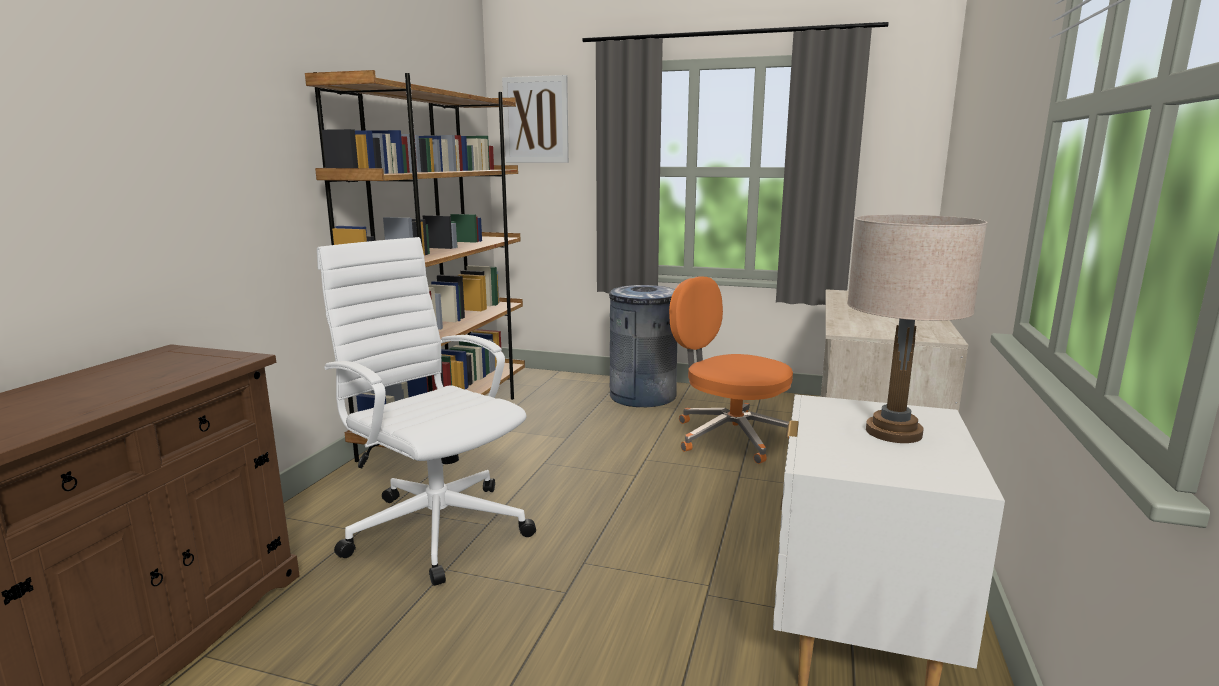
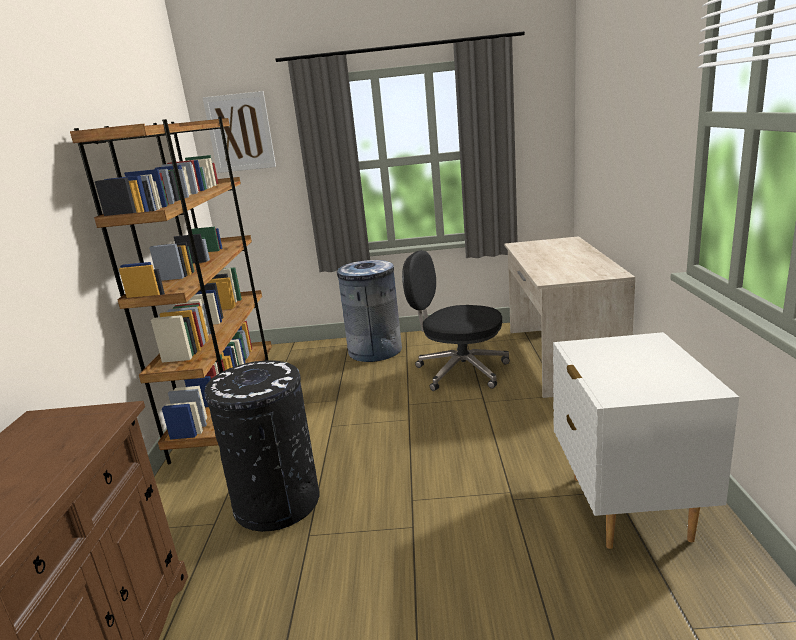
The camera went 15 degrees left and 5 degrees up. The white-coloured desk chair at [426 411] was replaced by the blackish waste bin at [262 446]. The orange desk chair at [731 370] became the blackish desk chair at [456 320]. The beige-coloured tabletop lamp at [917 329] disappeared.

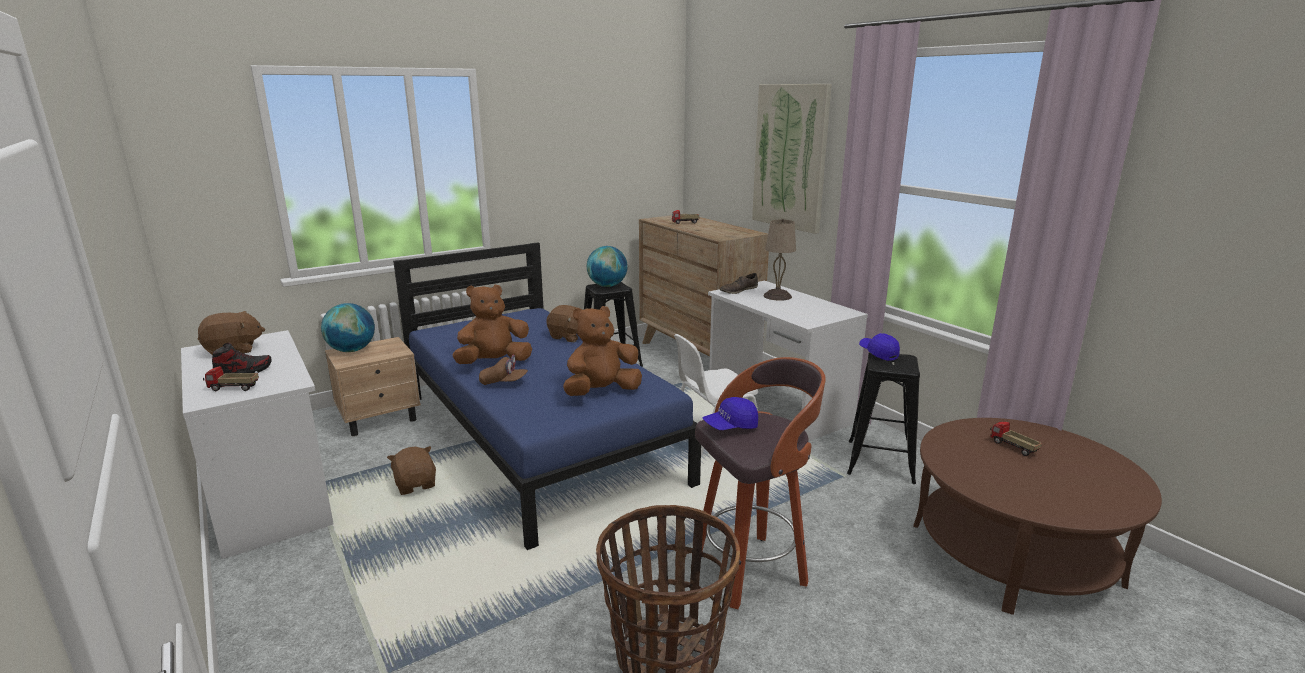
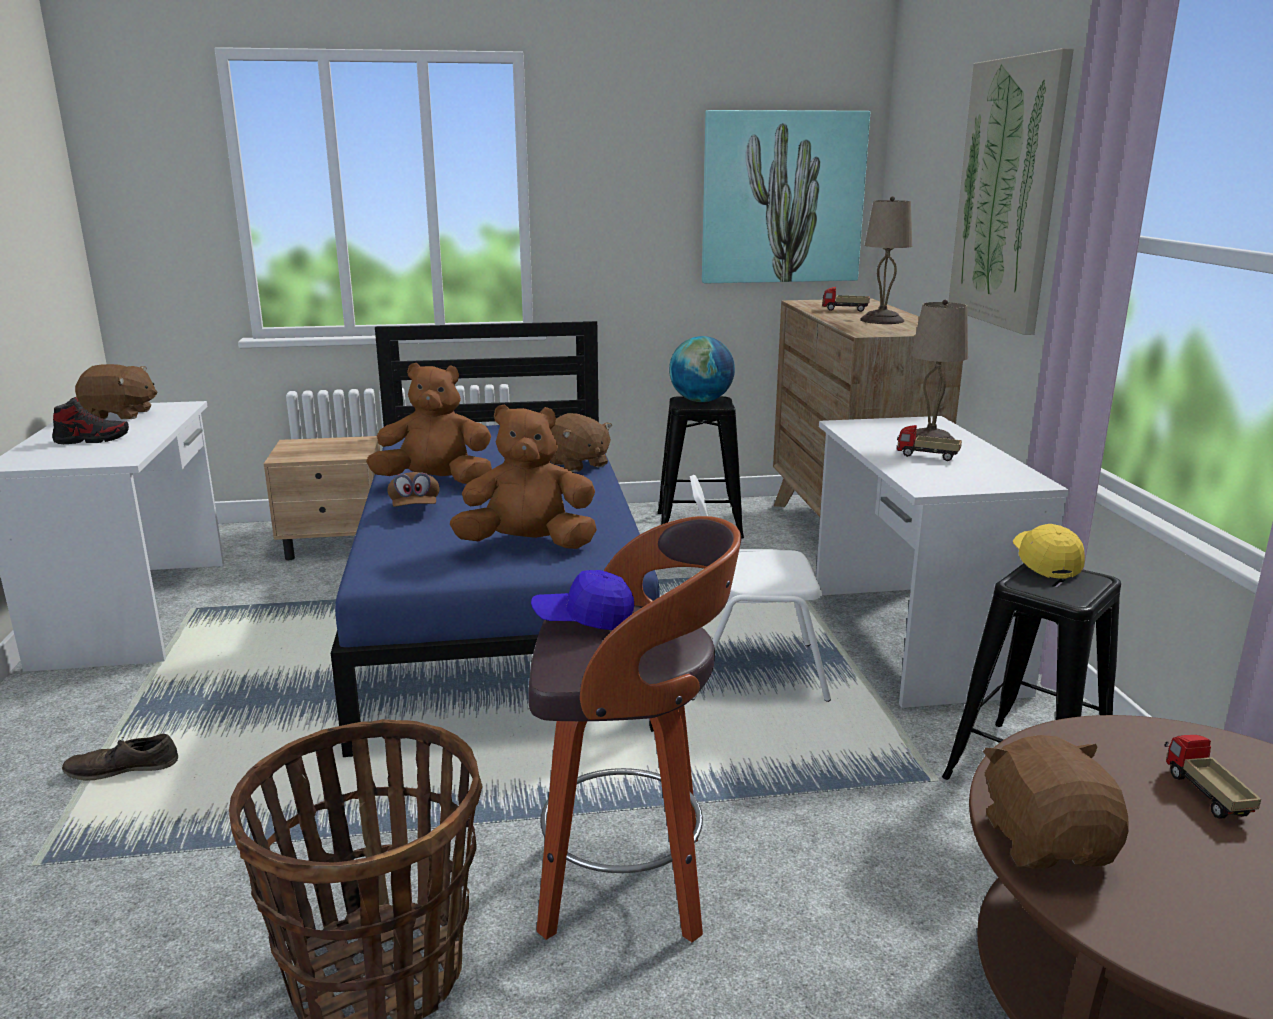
The camera went 25 degrees right and 0 degrees up. The brownish item of footwear moved from [739 283] to [120 757]. The brownish cap at [503 370] turned 45 degrees clockwise. The picture at [786 196] appeared. The beige-coloured tabletop lamp at [886 260] appeared. The toy lorry moved from [231 378] to [929 443]. The brownish soft toy moved from [411 470] to [1056 802]. The blue cap at [879 347] became the yellowish cap at [1049 551]. The world globe at [348 327] disappeared.

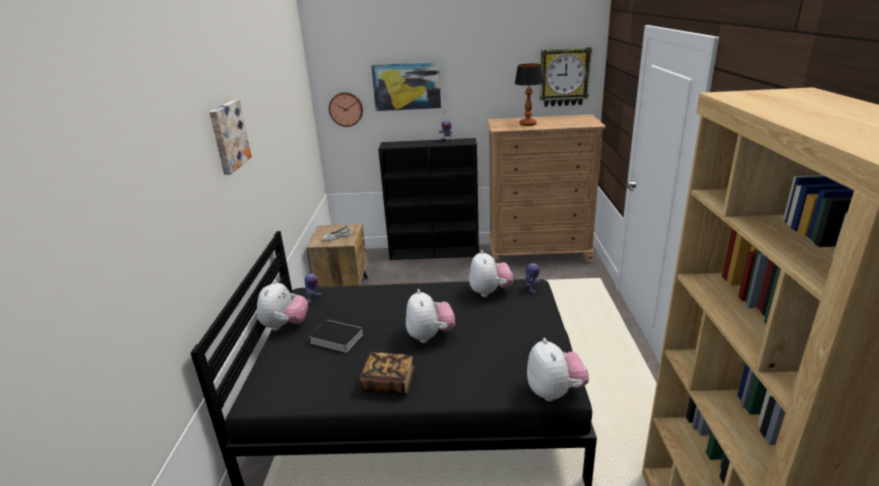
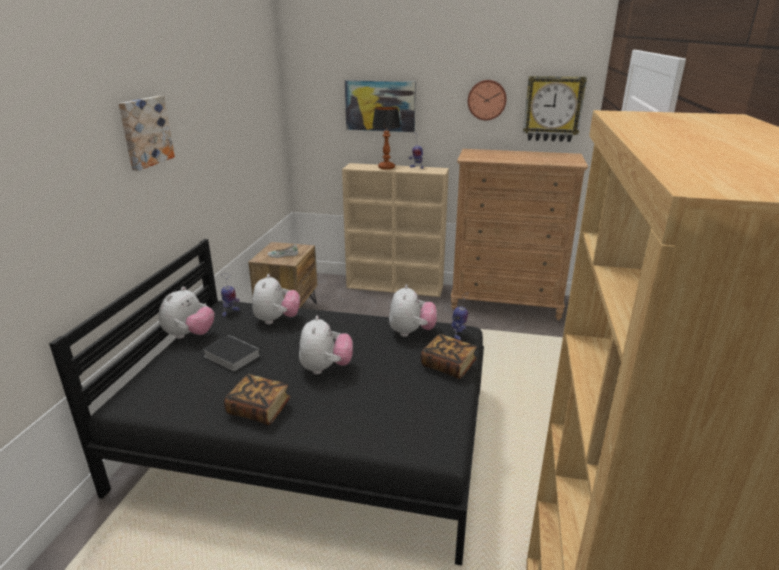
The camera went 10 degrees right and 0 degrees up. The soft toy moved from [558 369] to [276 299]. The blackish bookshelf at [428 199] became the beige-coloured bookshelf at [395 230]. The tabletop lamp moved from [529 95] to [386 138]. The bound book at [449 356] appeared. The clock on the wall moved from [346 109] to [487 100].

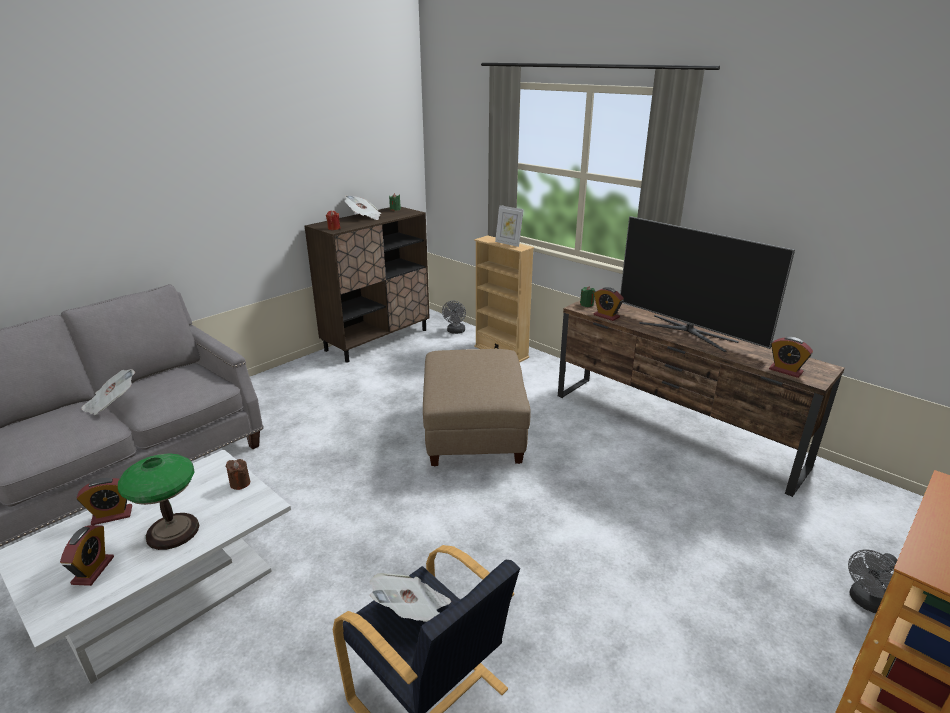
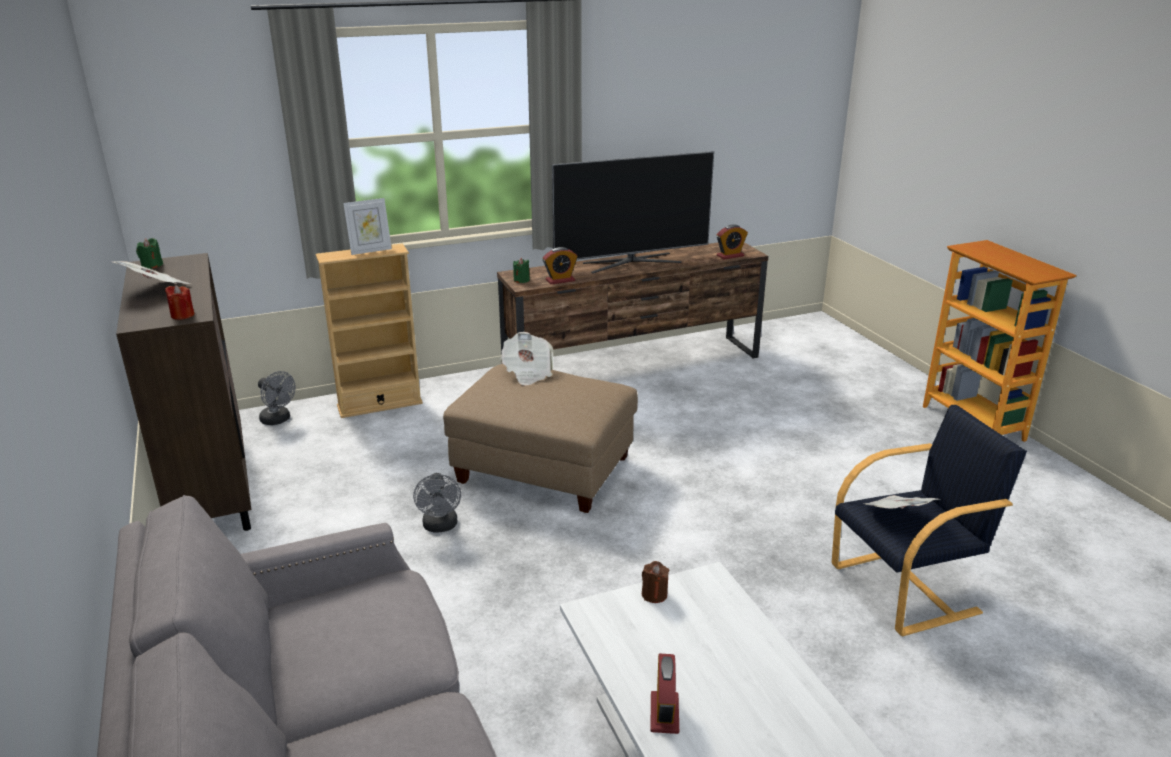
The camera went 65 degrees left and 0 degrees up. The greyish electric fan moved from [872 581] to [437 503]. The newspaper moved from [108 392] to [526 359]. The table clock at [87 555] disappeared. The tabletop lamp at [158 501] disappeared.

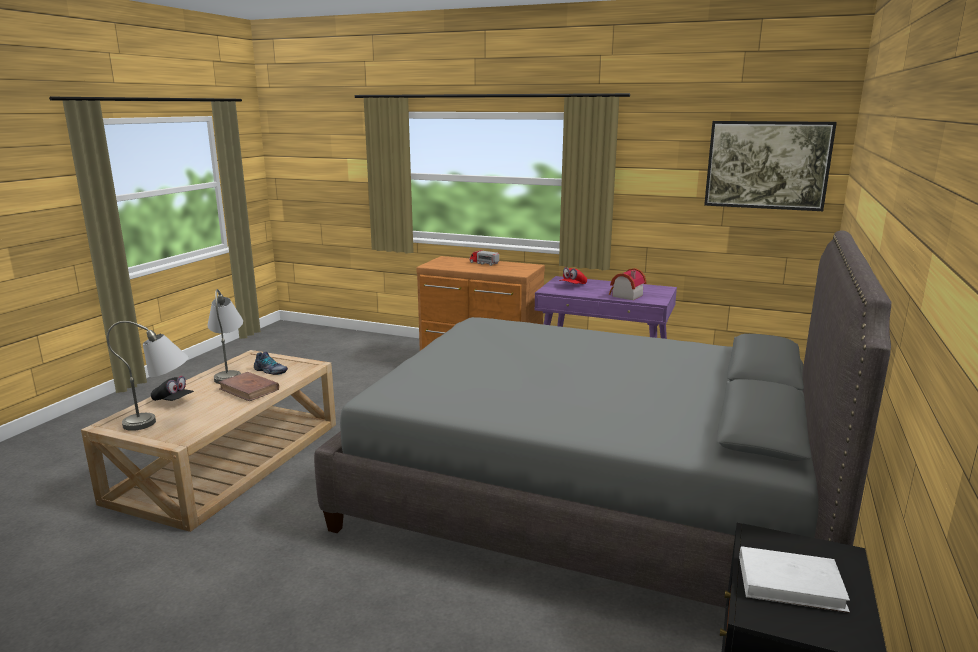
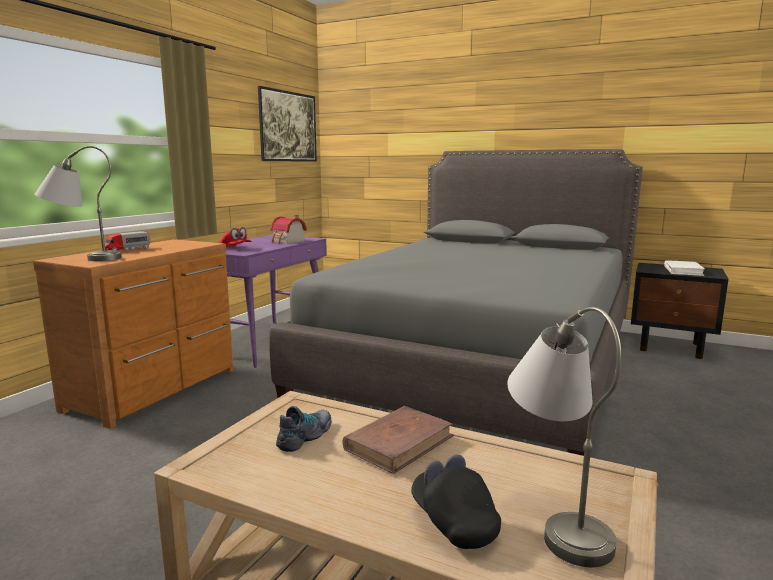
The camera went 85 degrees left and 5 degrees down. The greyish tabletop lamp moved from [225 336] to [78 203]. The blackish cap at [172 388] turned 60 degrees counterclockwise.

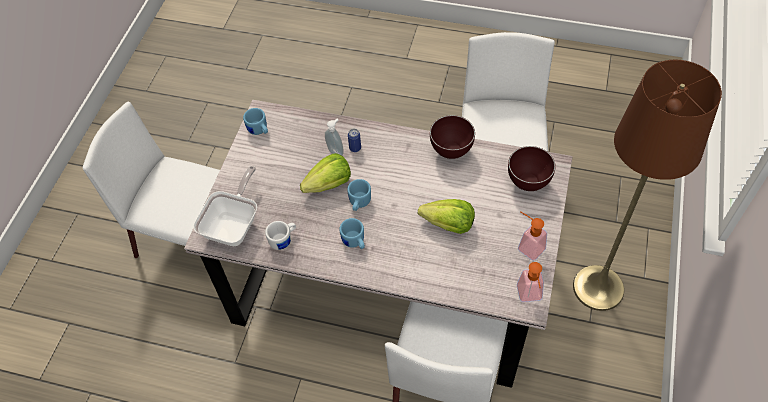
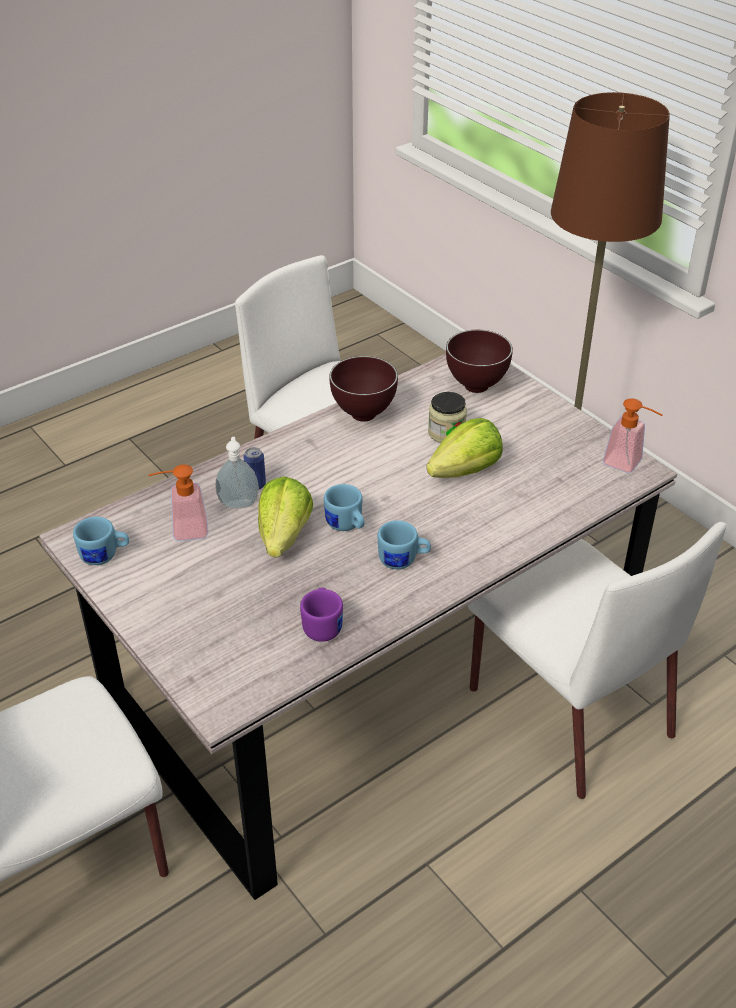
The camera went 55 degrees left and 15 degrees down. The soap bottle moved from [532 236] to [178 502]. The white-coloured tea mug at [280 235] became the purple-coloured tea mug at [321 615]. The storage jar at [447 417] appeared. The frying pan at [225 206] disappeared.

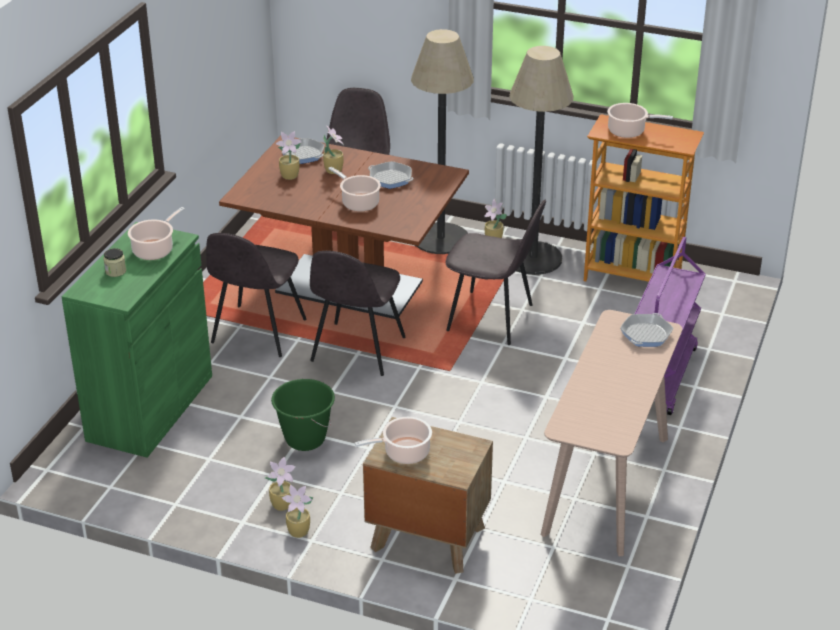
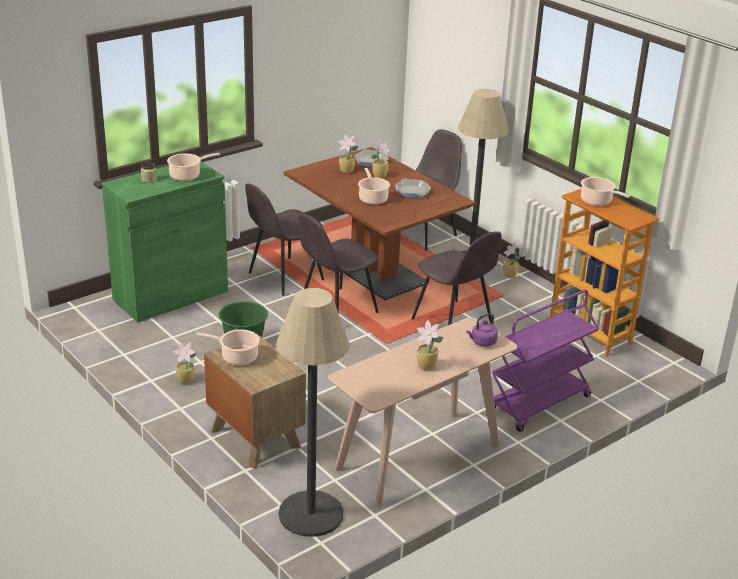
The camera went 30 degrees right and 5 degrees down. The floor lamp moved from [541 160] to [313 412]. The plant in a pot moved from [297 511] to [430 345]. The frying pan at [647 330] was replaced by the purple-coloured kettle at [482 329].

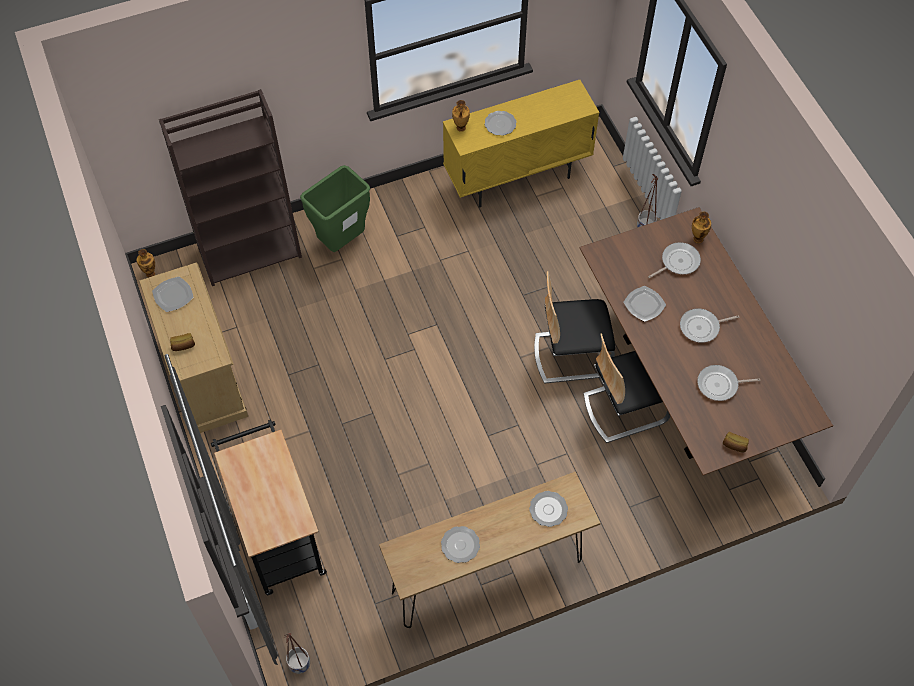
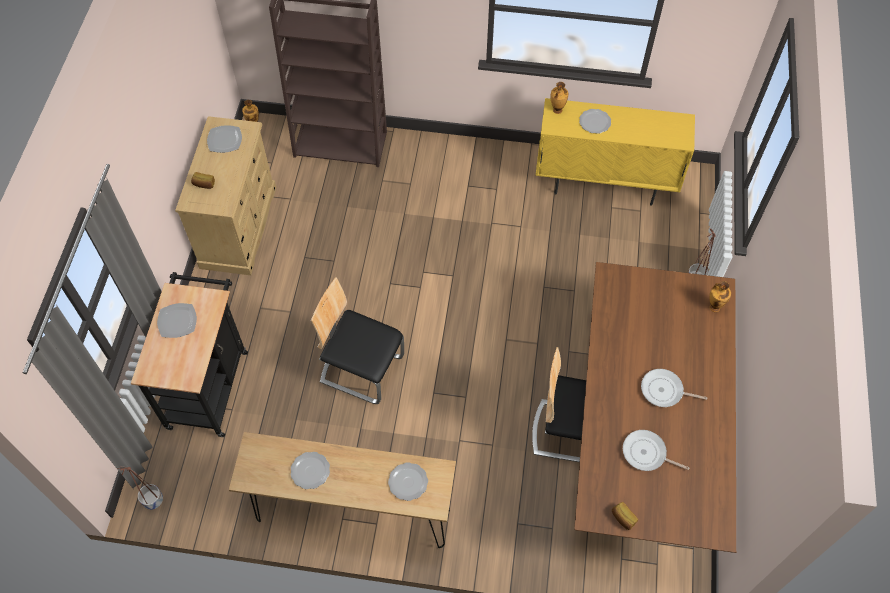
The camera went 30 degrees right and 0 degrees up. The plate moved from [644 304] to [177 320]. The chair moved from [574 327] to [357 340]. The green waste bin at [335 208] disappeared. The frying pan at [674 260] disappeared.

